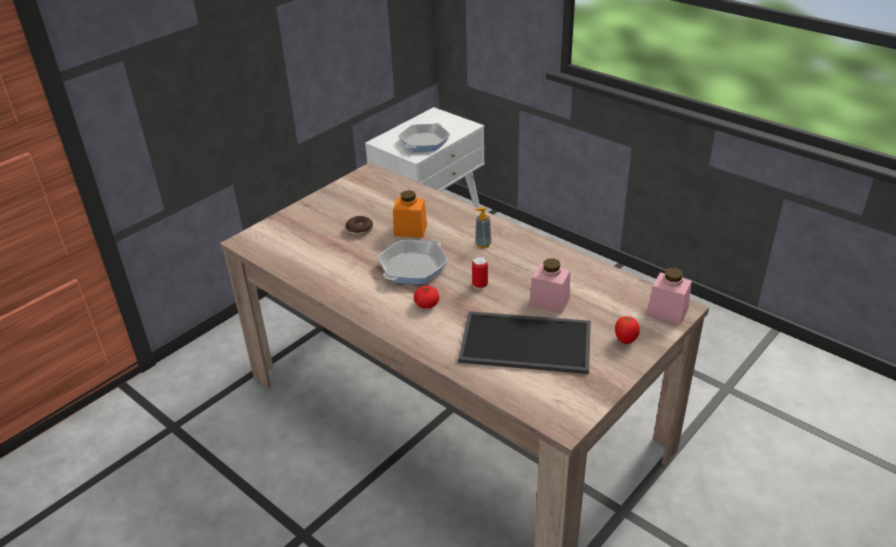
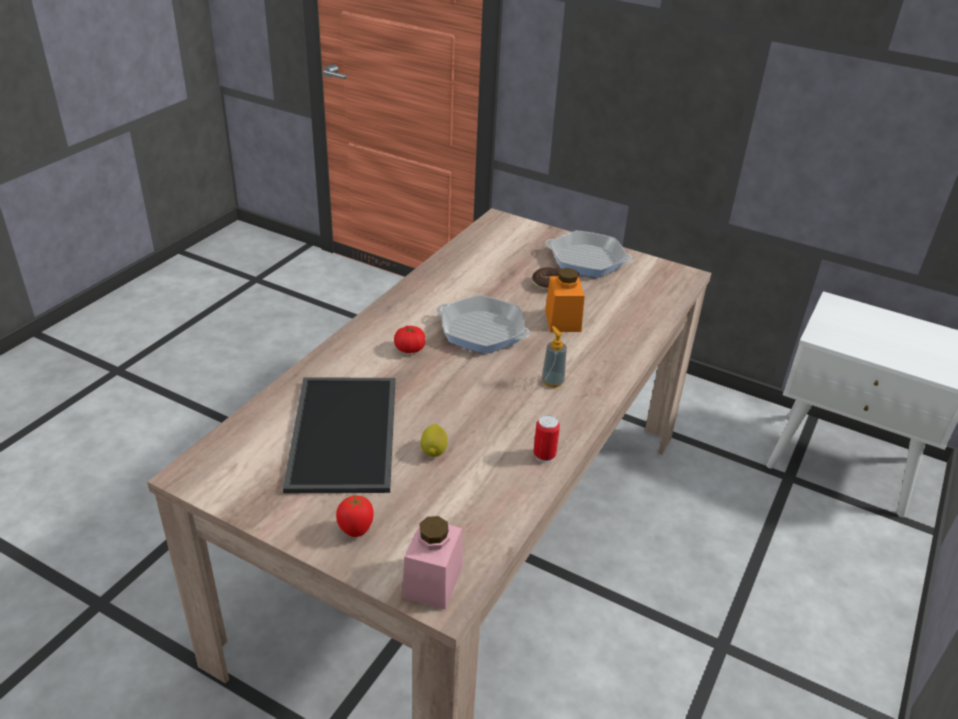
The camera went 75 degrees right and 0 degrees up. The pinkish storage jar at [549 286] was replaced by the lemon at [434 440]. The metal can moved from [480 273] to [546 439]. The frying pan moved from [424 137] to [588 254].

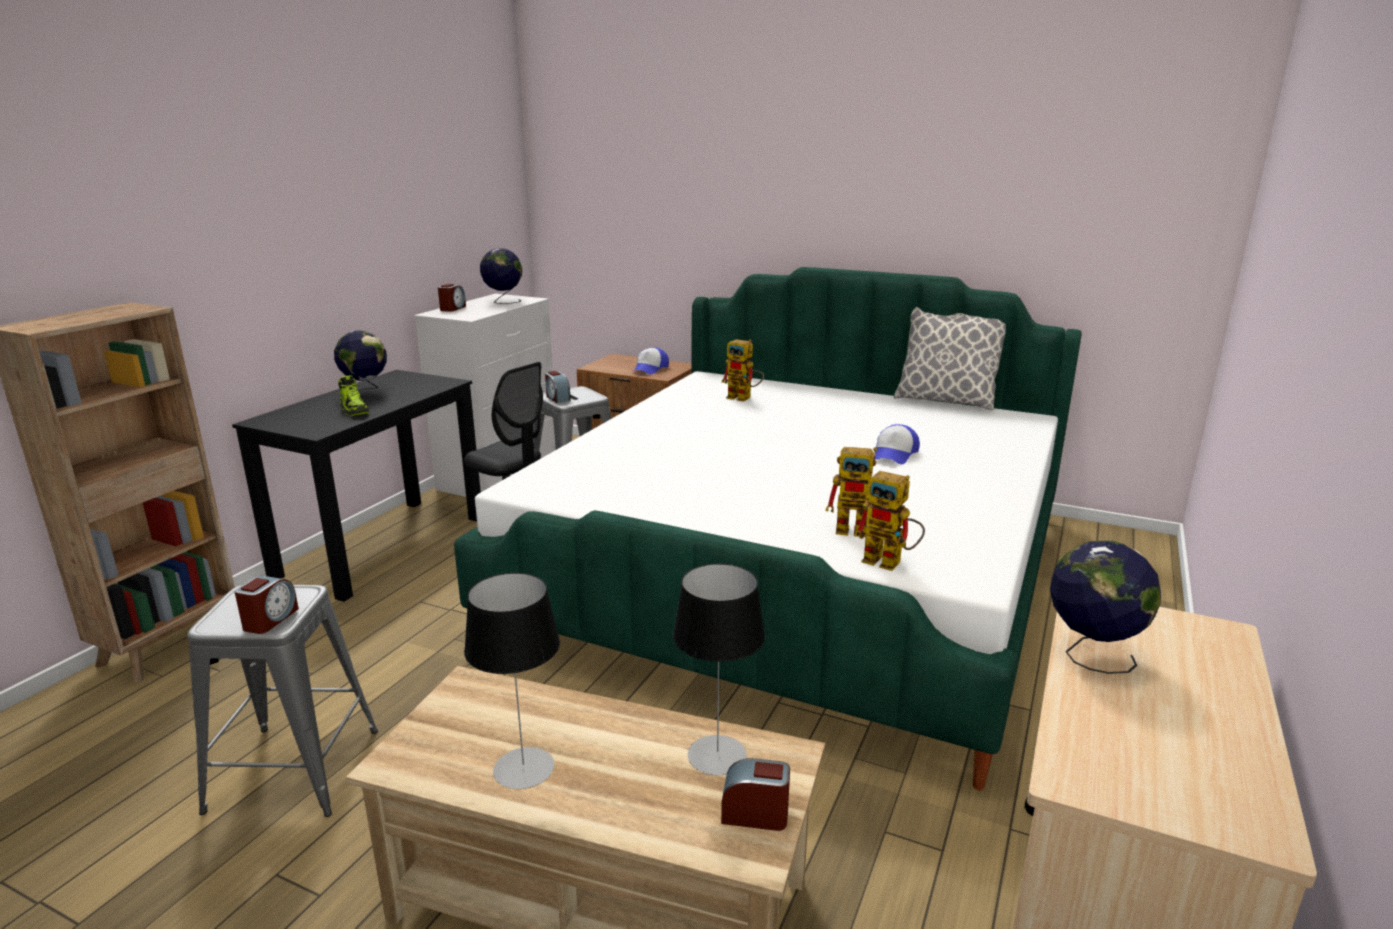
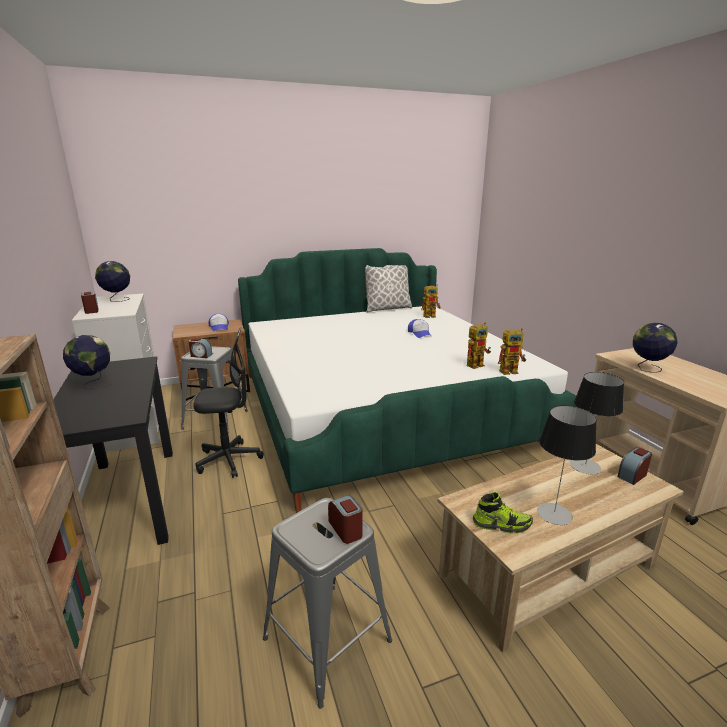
The camera went 45 degrees left and 0 degrees up. The model robot moved from [743 370] to [431 301]. The item of footwear moved from [353 395] to [503 512].

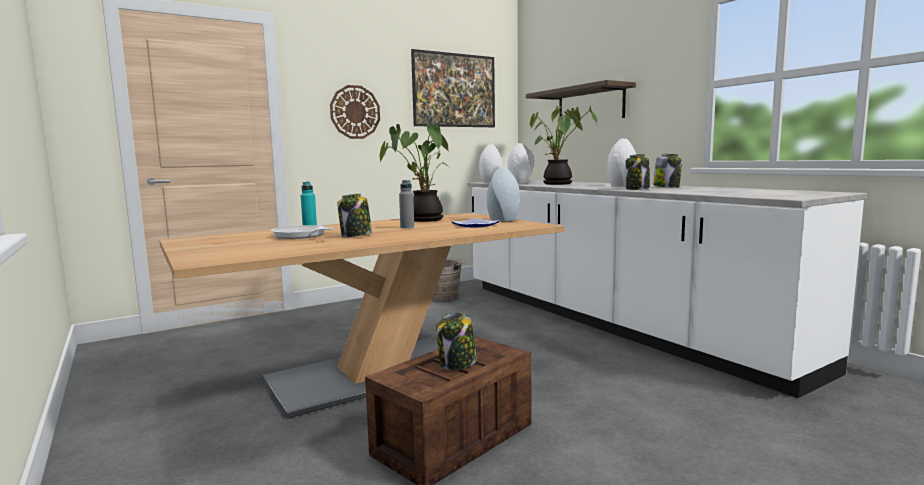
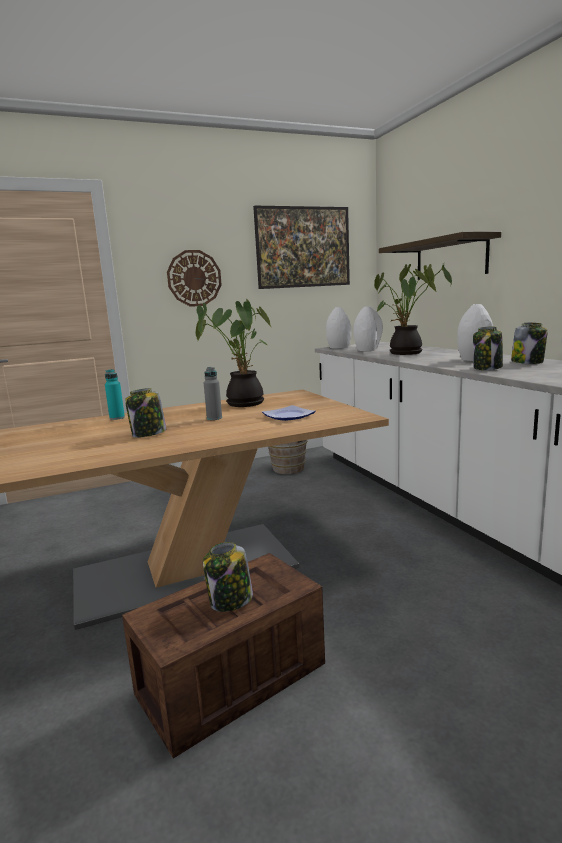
The camera went 10 degrees right and 5 degrees up. The frying pan at [302 232] disappeared. The greyish vase at [503 194] disappeared.

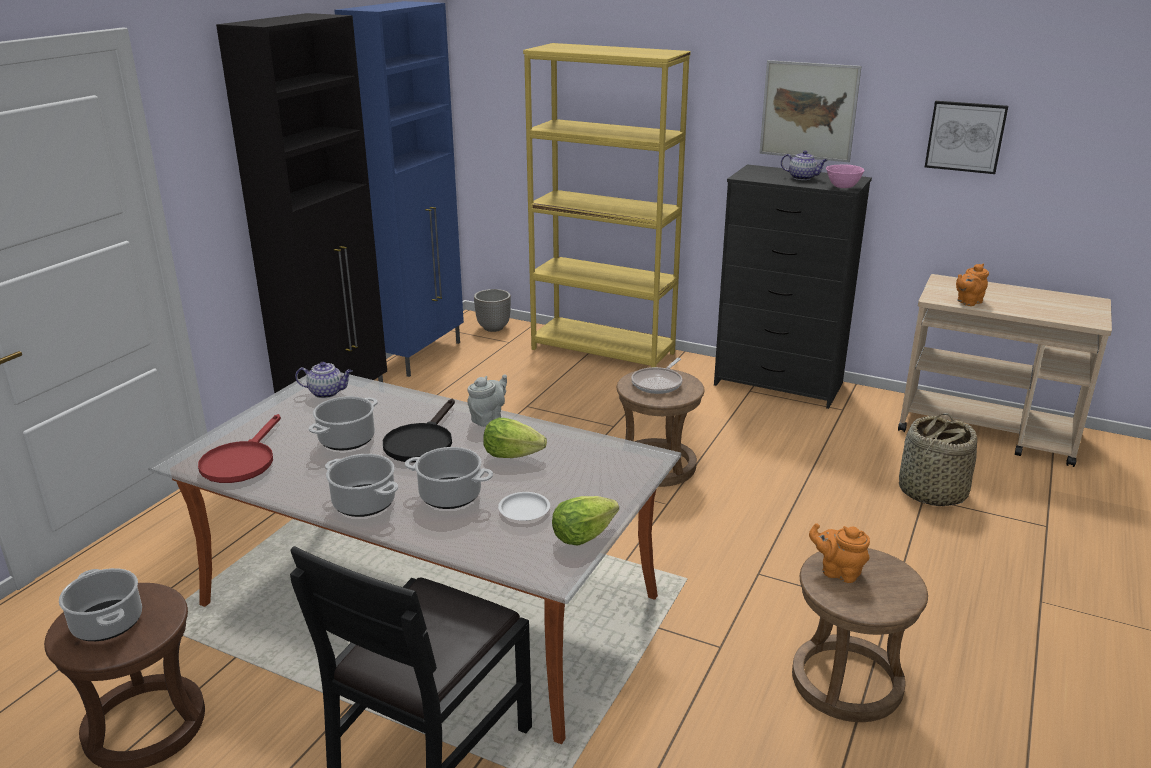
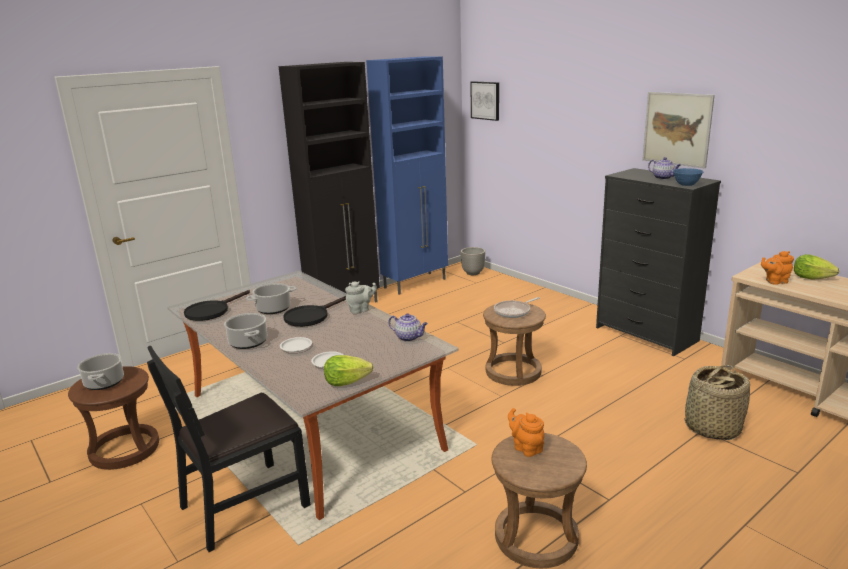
The camera went 25 degrees right and 5 degrees down. The red-coloured frying pan at [239 448] became the blackish frying pan at [217 305]. The stockpot at [449 478] was replaced by the white-coloured plate at [296 344]. The teapot moved from [324 380] to [408 328]. The picture moved from [966 137] to [484 101]. The pinkish bowl at [845 176] became the blue bowl at [688 177]. The lettuce moved from [515 438] to [816 267]. The yellowish bookshelf at [607 205] disappeared.

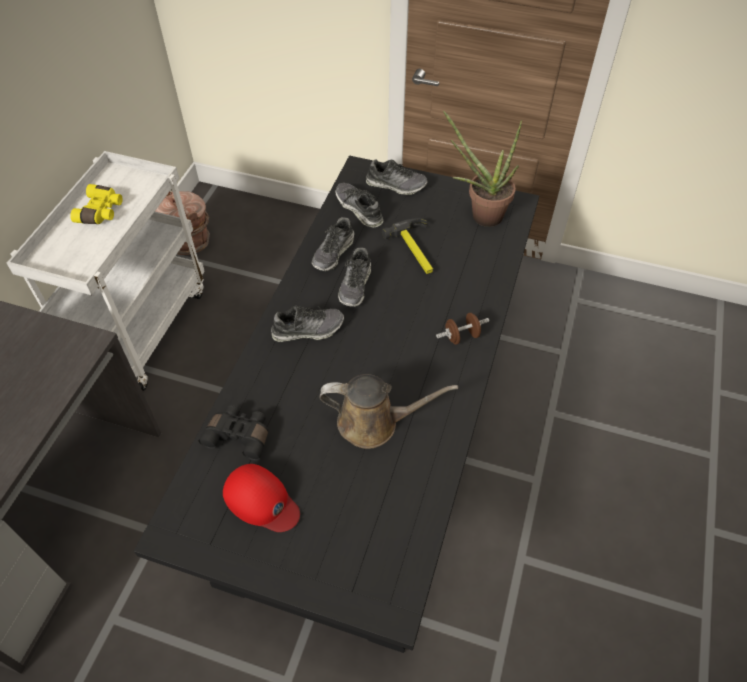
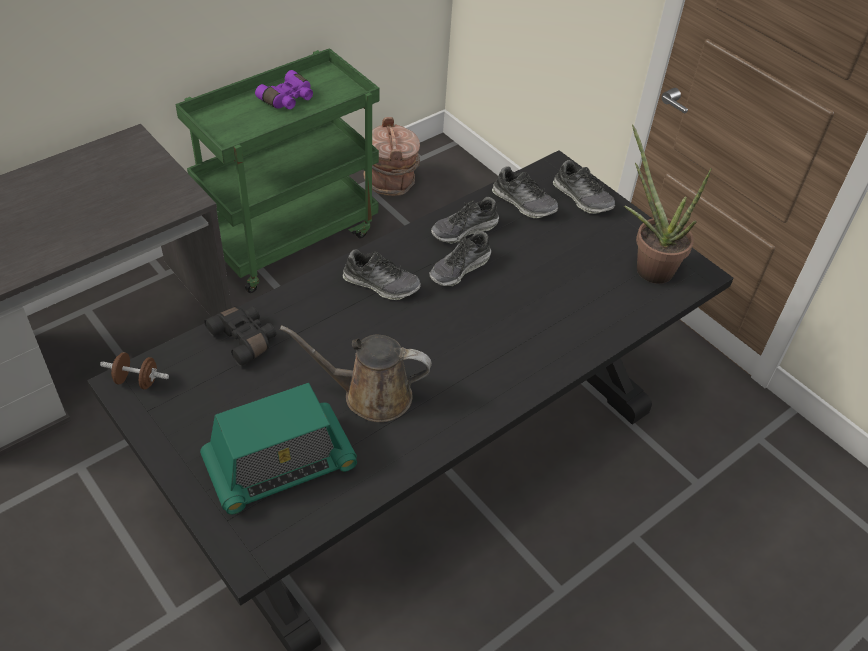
The camera went 30 degrees right and 5 degrees down. The brownish dumbbell moved from [462 329] to [134 370]. The white-coloured wheeled cart at [106 271] became the green wheeled cart at [277 170]. The radio set at [278 449] appeared. The yellowish field glasses at [96 204] became the purple-coloured field glasses at [284 89]. The brownish sprinkling can at [388 411] turned 150 degrees clockwise. The item of footwear at [359 205] turned 135 degrees clockwise. The red-coloured cap at [261 498] disappeared. The tool hammer at [407 246] disappeared.

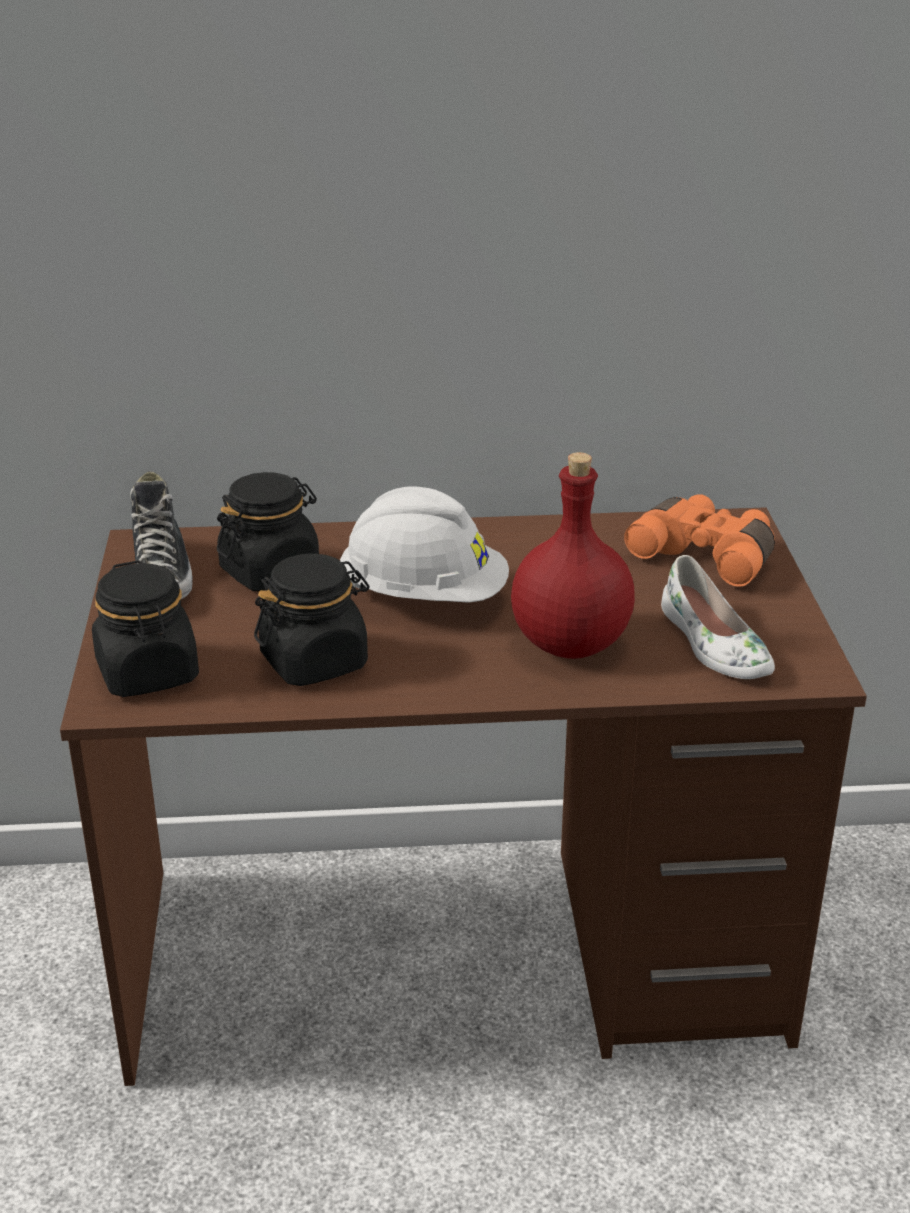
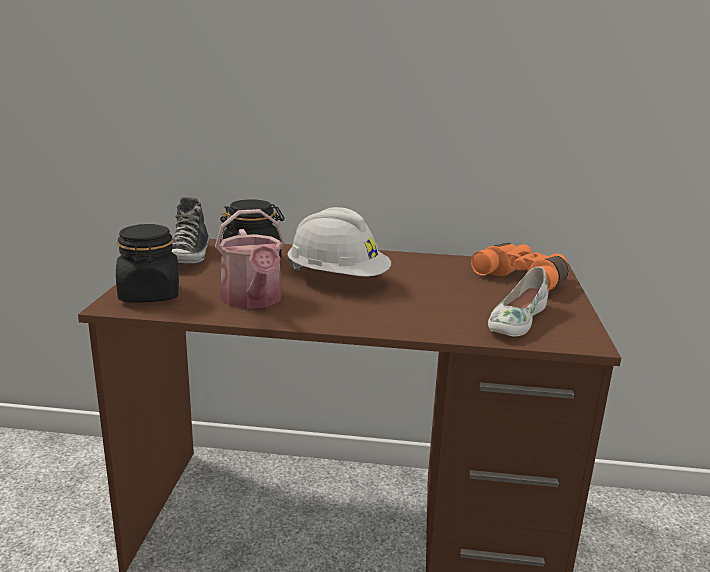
The camera went 10 degrees right and 10 degrees down. The blackish storage jar at [312 620] was replaced by the sprinkling can at [250 259]. The white-coloured item of footwear at [718 617] turned 45 degrees clockwise. The red-coloured beverage bottle at [573 555] disappeared.

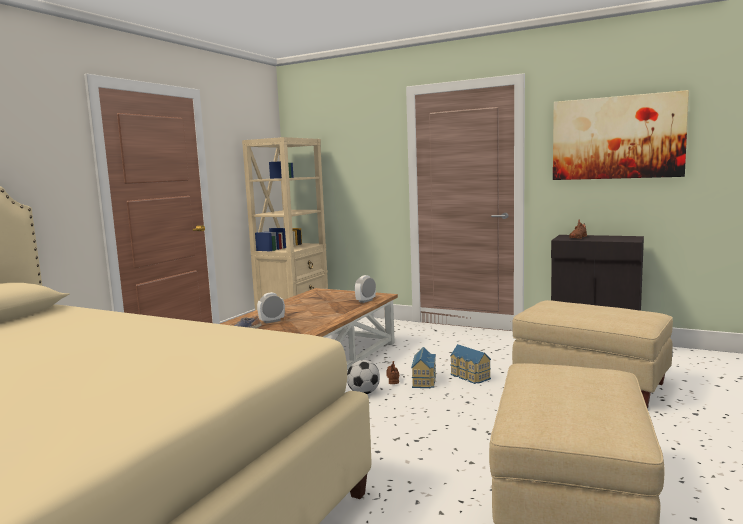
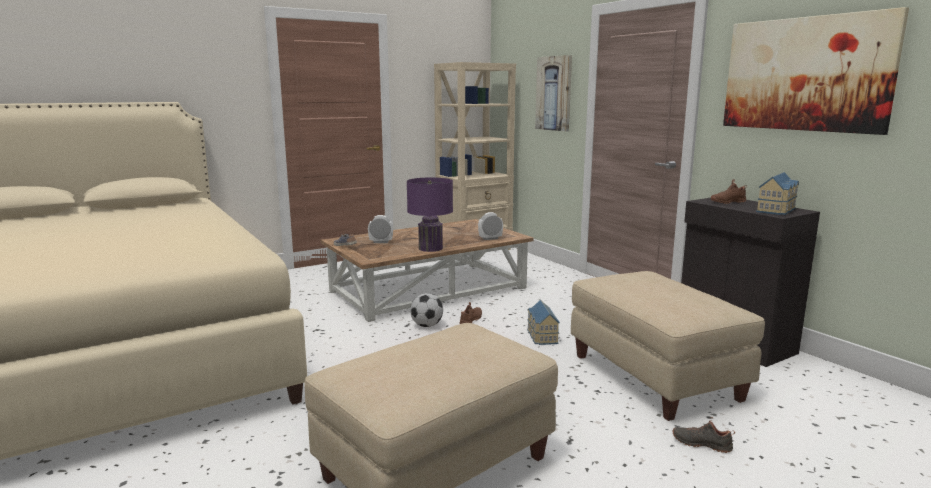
The camera went 30 degrees right and 5 degrees up. The purple-coloured tabletop lamp at [430 214] appeared. The picture at [553 93] appeared. The blackish item of footwear at [703 435] appeared. The model house moved from [423 367] to [777 193].

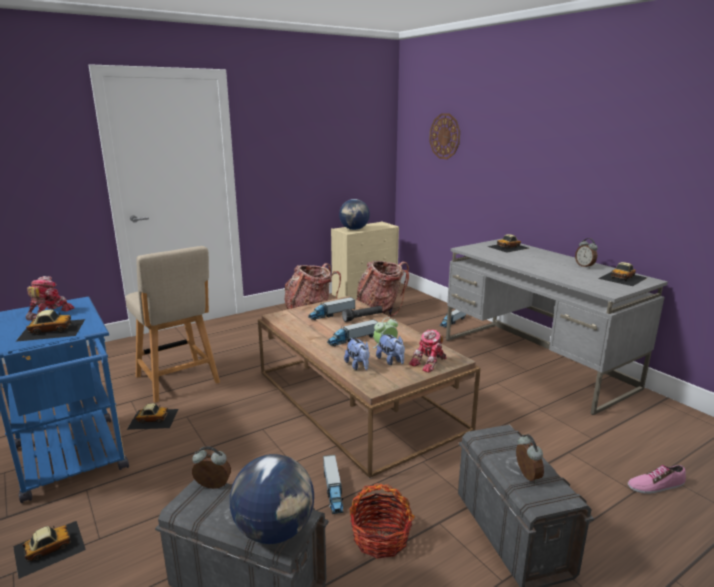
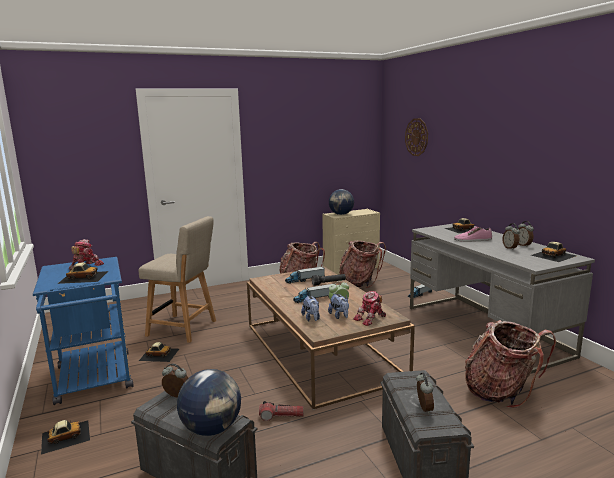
The camera went 10 degrees right and 5 degrees down. The beige-coloured chair at [172 324] turned 45 degrees counterclockwise. The toy lorry at [333 484] was replaced by the hand torch at [281 411]. The item of footwear moved from [657 479] to [473 234]. The backpack at [510 364] appeared. The table clock at [511 236] appeared. The household basket at [382 521] disappeared.

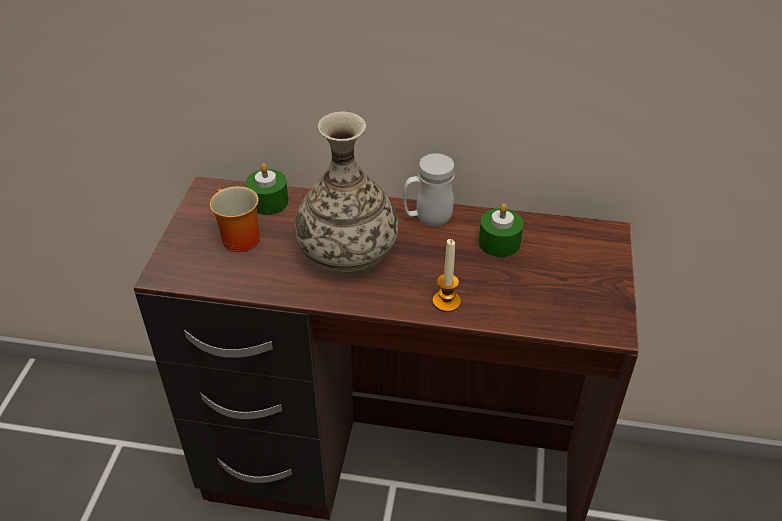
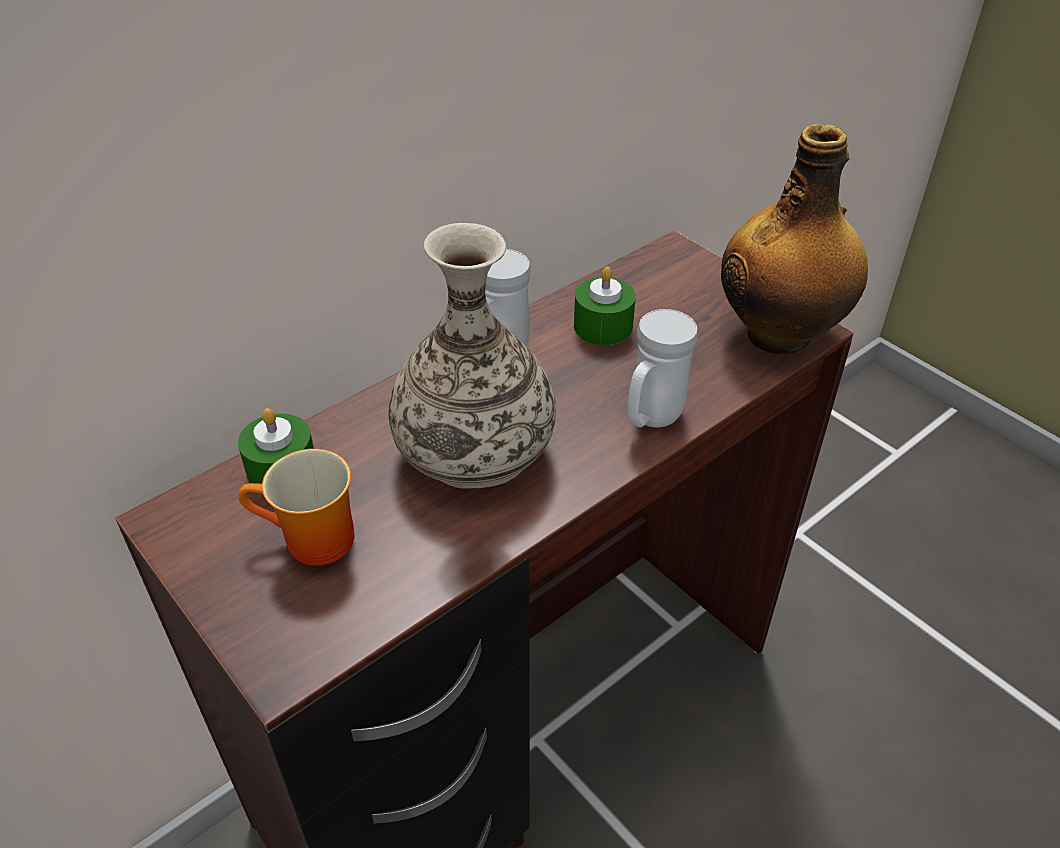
The camera went 50 degrees left and 0 degrees up. The candle at [447 275] was replaced by the white-coloured tea mug at [663 368]. The beverage bottle at [794 239] appeared.

